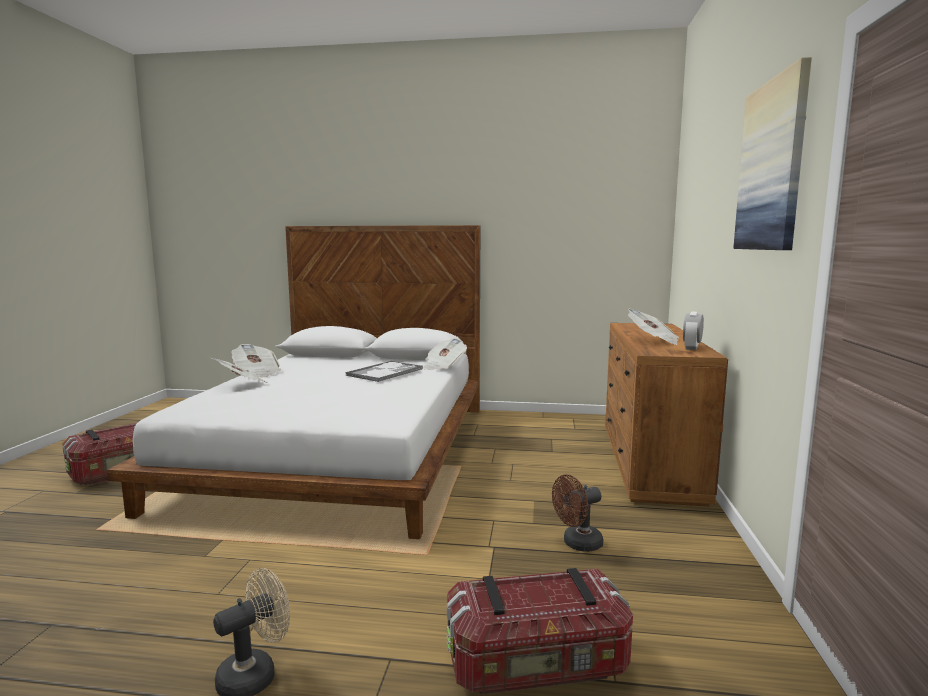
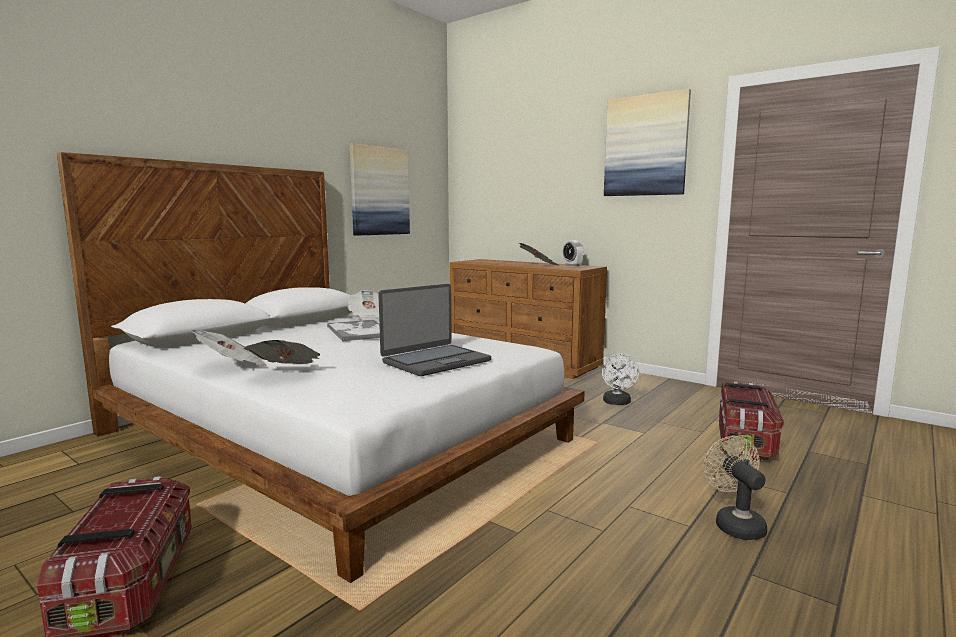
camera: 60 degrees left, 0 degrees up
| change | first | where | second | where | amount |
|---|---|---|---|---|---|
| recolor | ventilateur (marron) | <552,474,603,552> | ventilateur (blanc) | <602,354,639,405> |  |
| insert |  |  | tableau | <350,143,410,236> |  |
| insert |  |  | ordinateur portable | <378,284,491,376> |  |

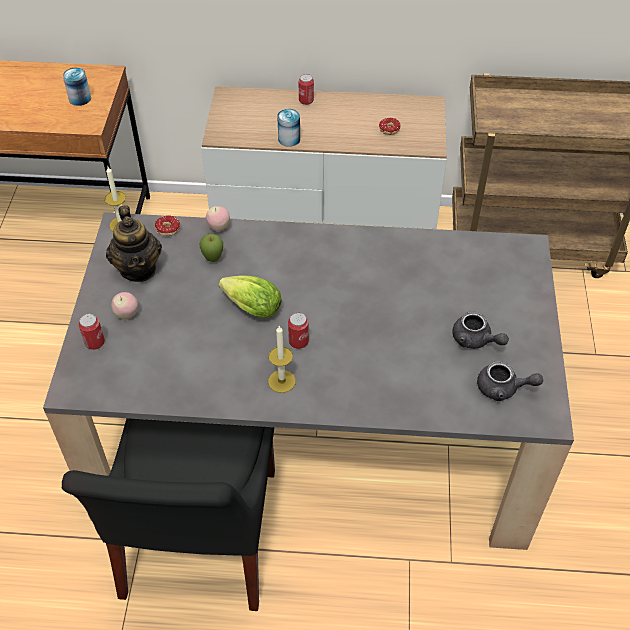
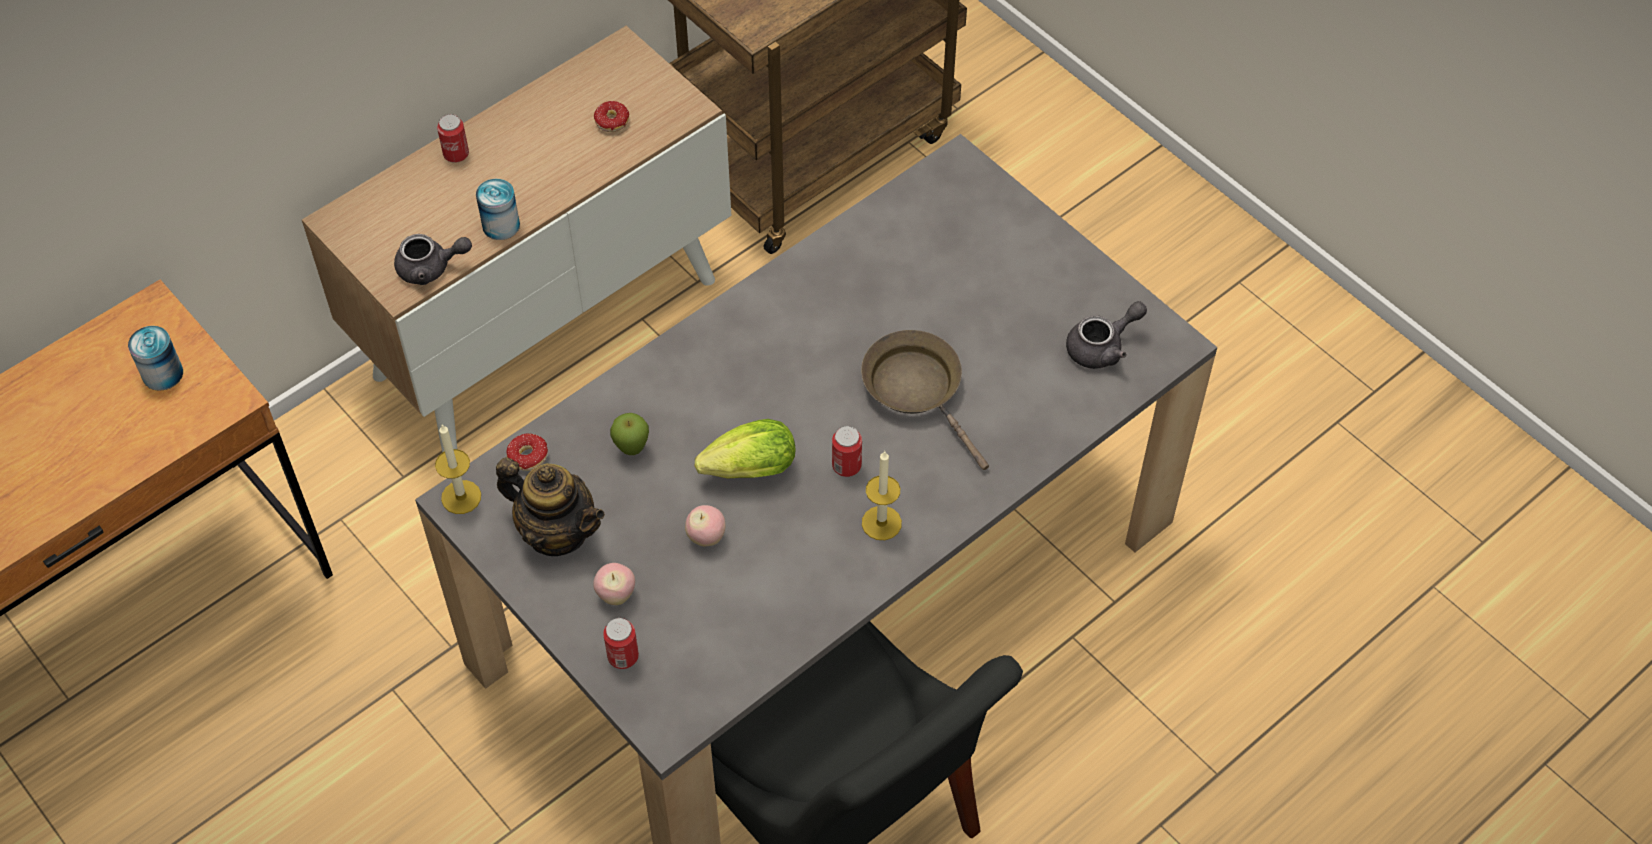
camera: 45 degrees left, 5 degrees up
| change | first | where | second | where | amount |
|---|---|---|---|---|---|
| move | pomme | <206,206,230,231> |  | <685,505,725,546> |  |
| move | théière (gris) | <452,312,509,349> |  | <394,234,472,285> |  |
| insert |  |  | poêle (marron) | <861,330,989,470> |  |

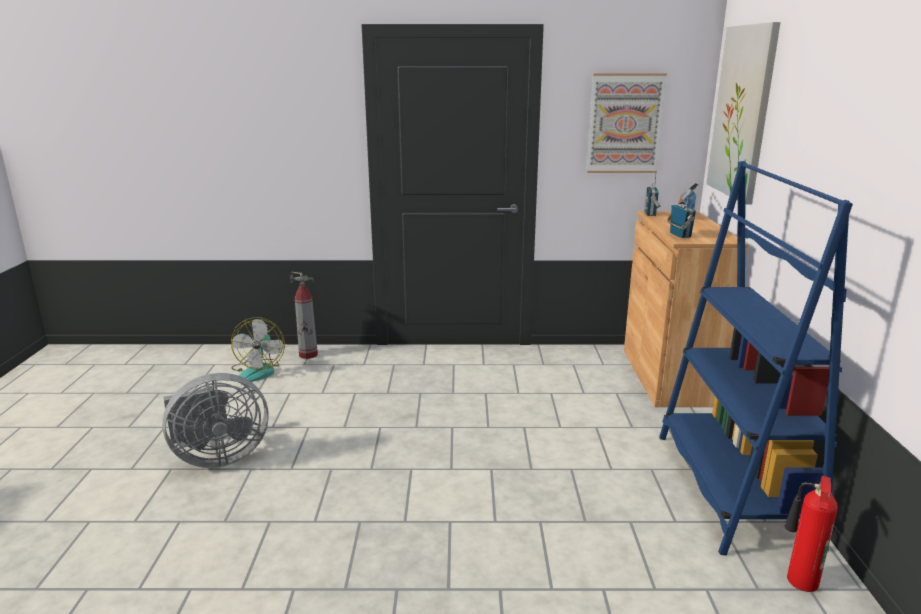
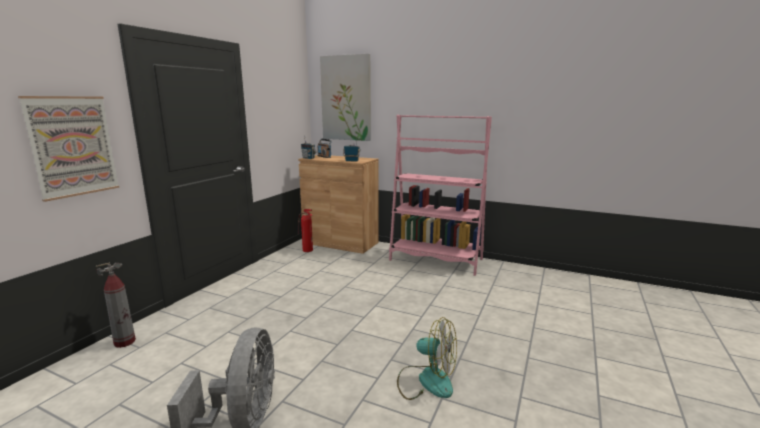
camera: 65 degrees left, 5 degrees down
| change | first | where | second | where | amount |
|---|---|---|---|---|---|
| move | tableau | <586,73,667,173> |  | <18,96,120,202> |  |
| recolor | bibliothèque (bleu) | <659,161,853,556> | bibliothèque (rose) | <389,115,492,276> |  |
| move | ventilateur | <231,317,285,382> |  | <397,317,457,400> |  |
| move | extincteur | <784,476,838,592> |  | <298,209,313,252> |  |

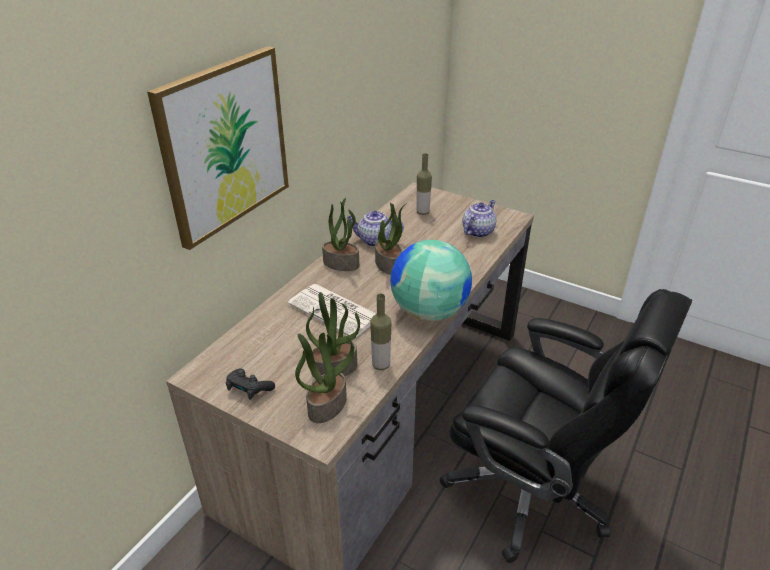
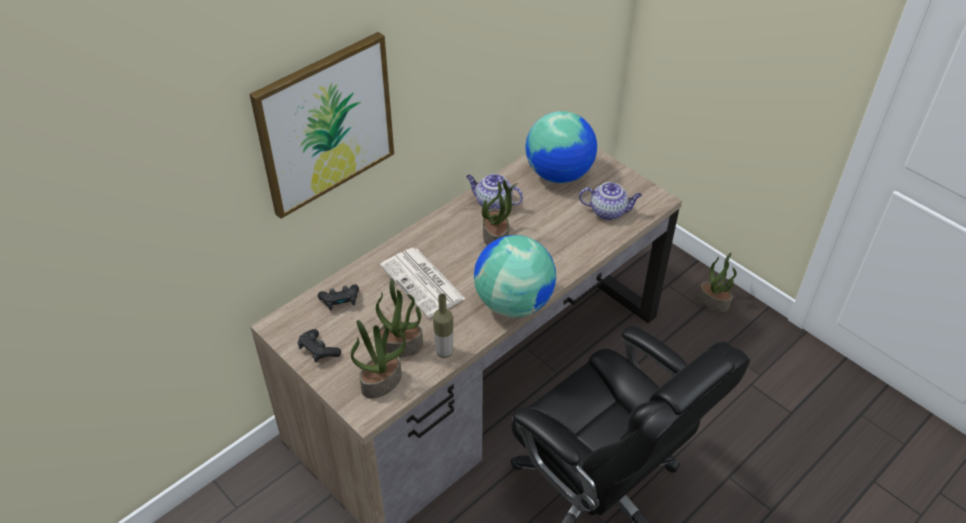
camera: 15 degrees right, 10 degrees up
| change | first | where | second | where | amount |
|---|---|---|---|---|---|
| replace | bouteille | <416,153,432,215> | globe | <525,111,597,183> |  |
| move | plante en pot | <322,197,359,271> |  | <698,253,737,312> |  |
| rotate | théière | <462,200,496,238> |  | <579,182,642,220> | 45 degrees clockwise |
| insert |  |  | manette (noir) | <318,284,359,310> |  |

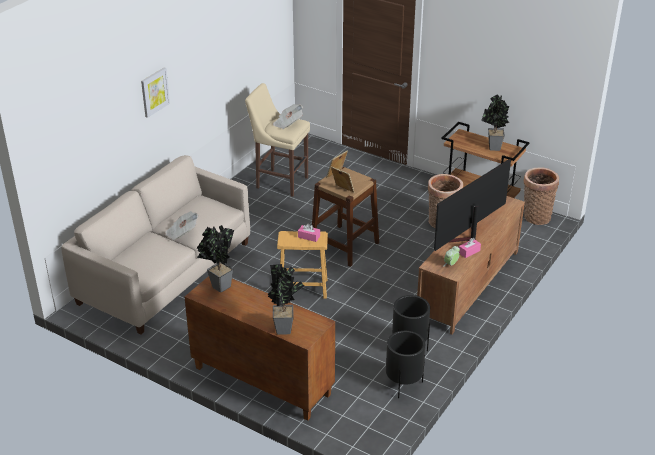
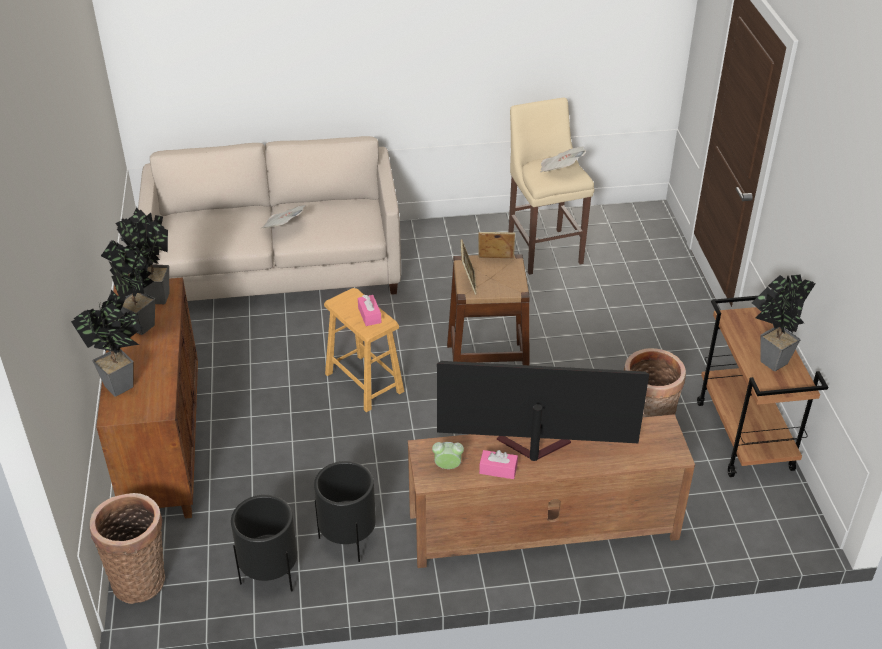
camera: 50 degrees right, 5 degrees up
| change | first | where | second | where | amount |
|---|---|---|---|---|---|
| delete | tableau | <141,67,170,118> |  |  |  |
| move | panier | <524,167,559,225> |  | <90,493,165,604> |  |
| insert |  |  | plante en pot | <101,240,155,335> |  |

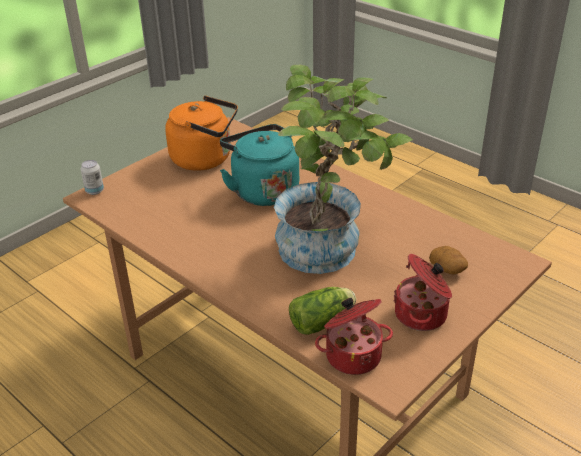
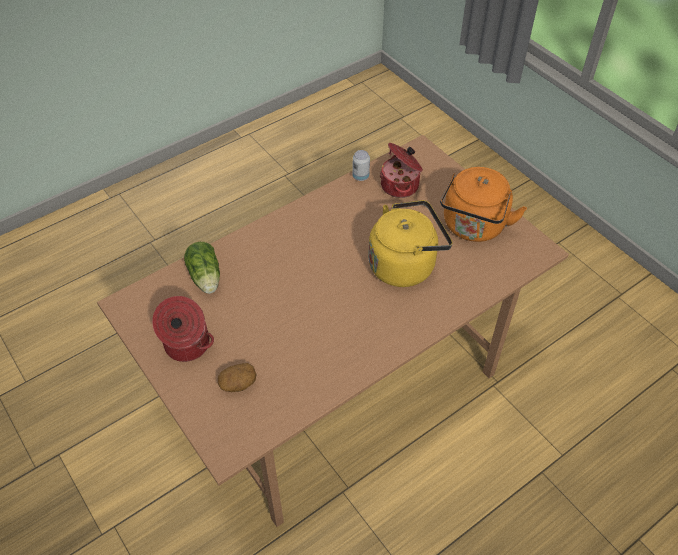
camera: 100 degrees right, 15 degrees up
| change | first | where | second | where | amount |
|---|---|---|---|---|---|
| delete | plante en pot | <274,65,413,274> |  |  |  |
| recolor | bouilloire (turquoise) | <220,124,299,206> | bouilloire (jaune) | <368,200,452,287> |  |
| move | boîte métallique | <80,160,104,195> |  | <352,150,370,181> |  |
| move | marmite | <315,298,393,375> |  | <380,143,423,198> |  |

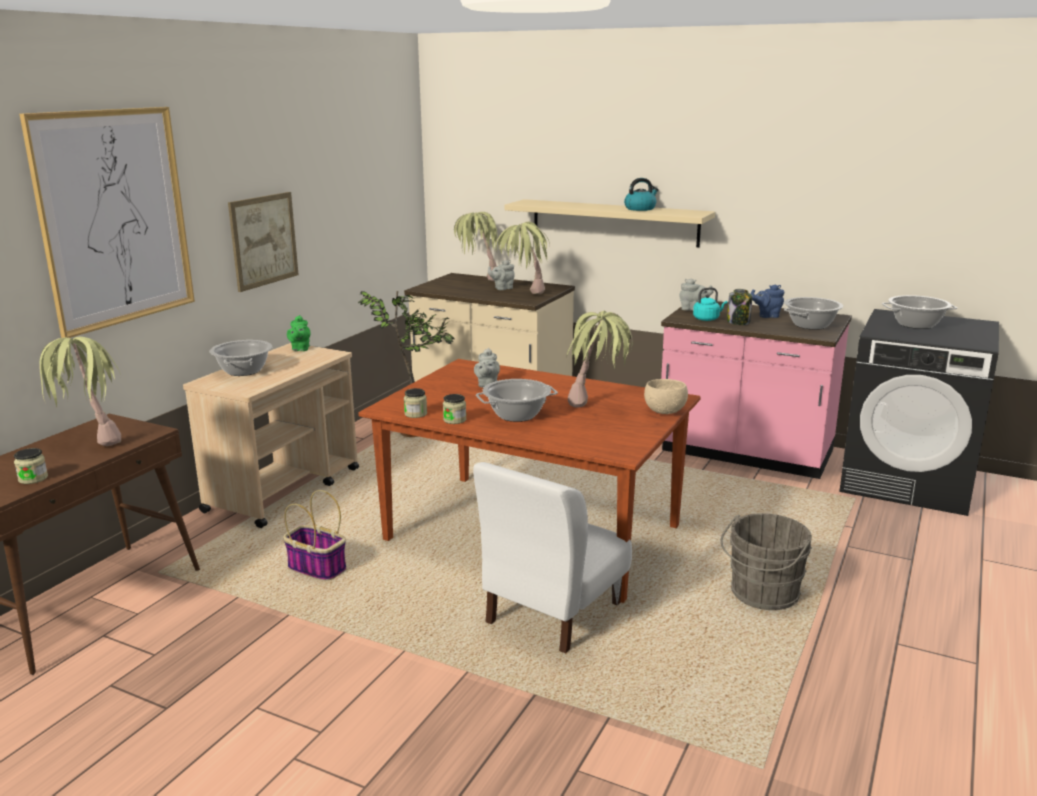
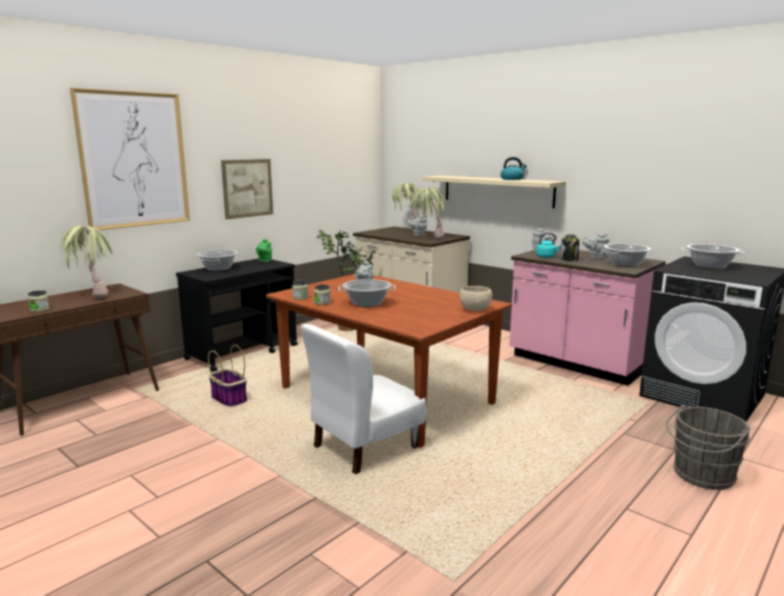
camera: 15 degrees right, 5 degrees down
| change | first | where | second | where | amount |
|---|---|---|---|---|---|
| recolor | théière (bleu) | <751,285,784,318> | théière (gris) | <582,234,609,259> |  |
| delete | plante en pot | <567,311,632,407> |  |  |  |
| recolor | chariot (beige) | <183,343,359,528> | chariot (noir) | <176,258,298,372> |  |
| move | seau (gris) | <720,513,812,610> |  | <666,405,750,490> |  |

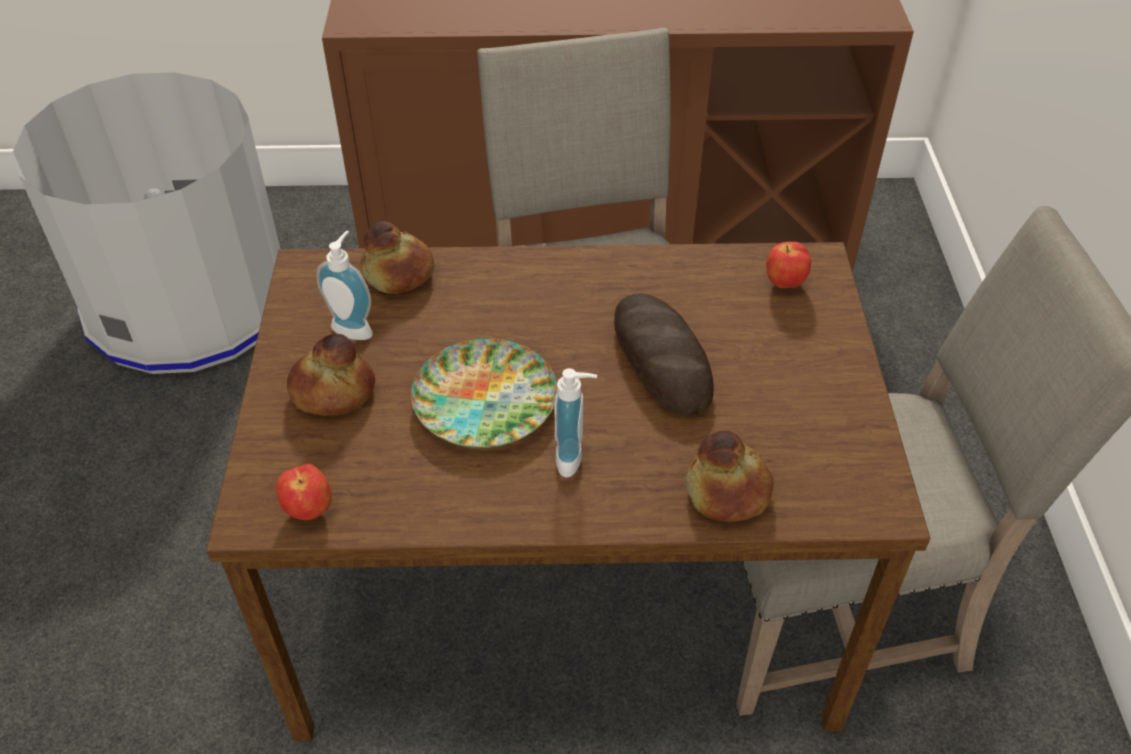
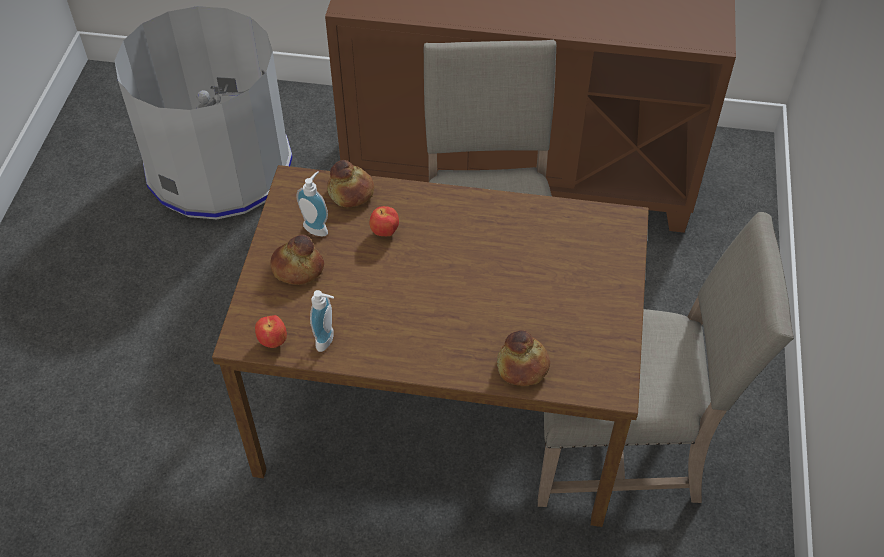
camera: 10 degrees right, 5 degrees up
| change | first | where | second | where | amount |
|---|---|---|---|---|---|
| move | pomme | <766,242,811,288> |  | <370,206,399,236> |  |
| delete | pain | <614,293,714,416> |  |  |  |
| delete | assiette | <411,339,557,448> |  |  |  |
| move | distributeur de savon | <554,368,597,478> |  | <310,290,334,352> |  |

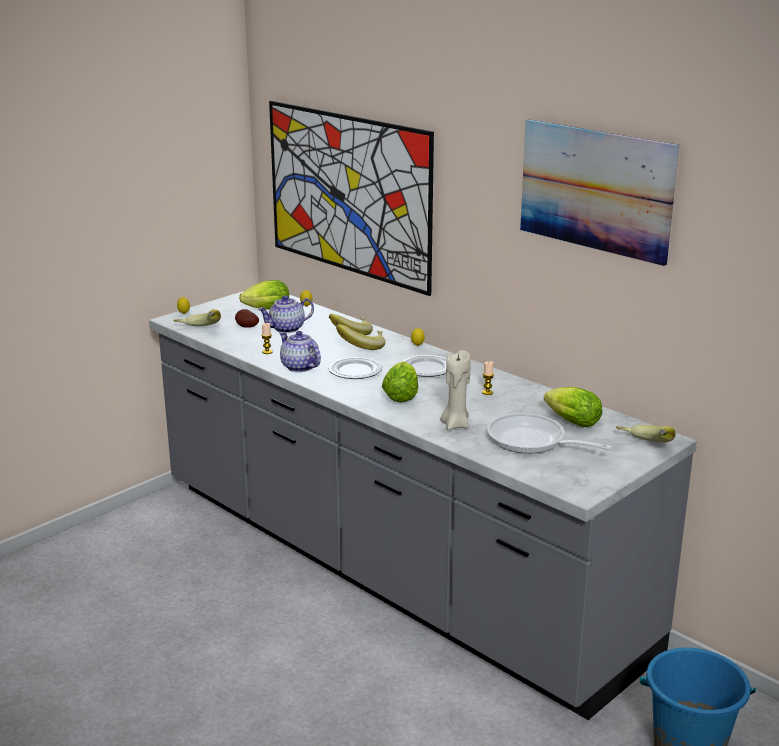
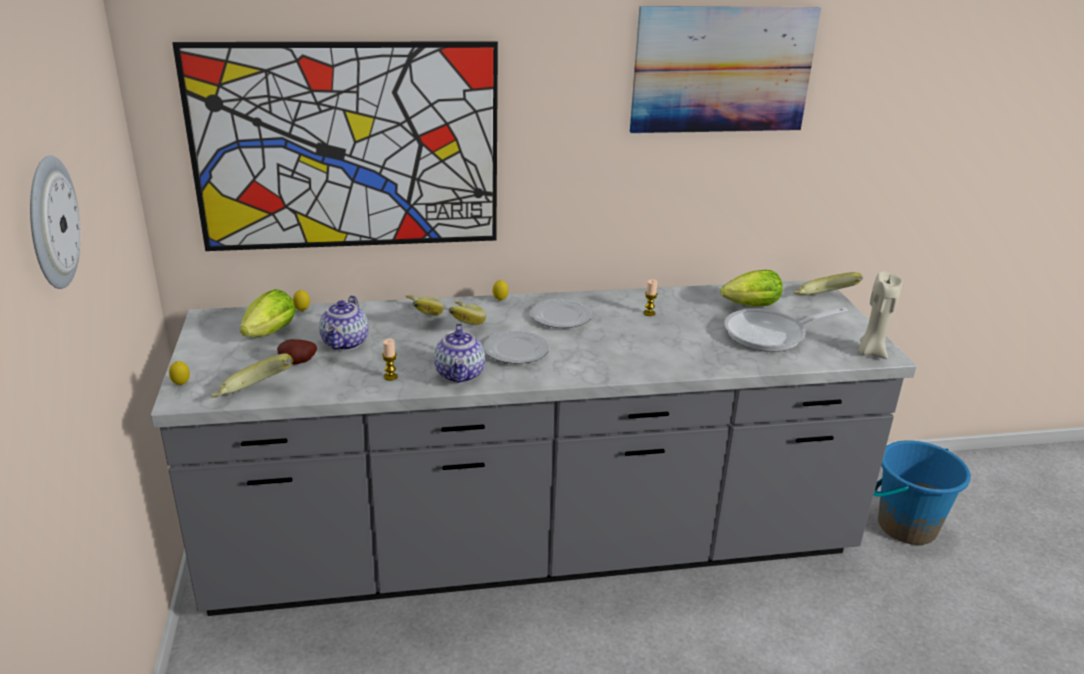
camera: 55 degrees left, 5 degrees up
| change | first | where | second | where | amount |
|---|---|---|---|---|---|
| rotate | théière | <280,331,321,372> |  | <434,323,485,383> | 90 degrees counterclockwise |
| move | bougie (beige) | <440,350,471,430> |  | <858,271,902,359> |  |
| delete | laitue | <382,361,418,403> |  |  |  |
| insert |  |  | horloge murale | <30,156,81,289> |  |

